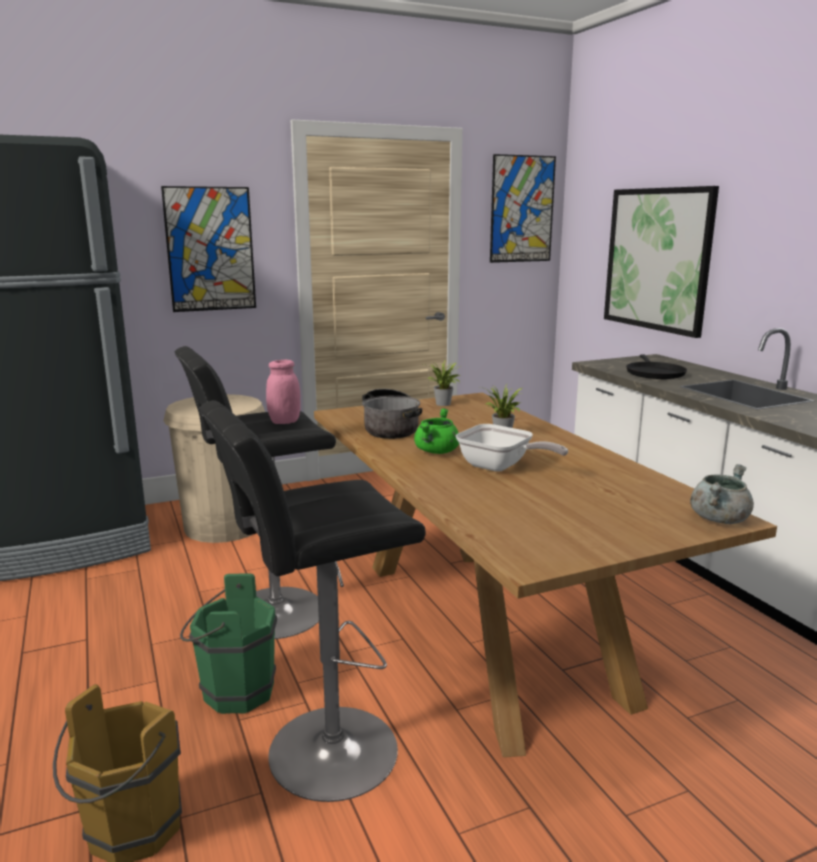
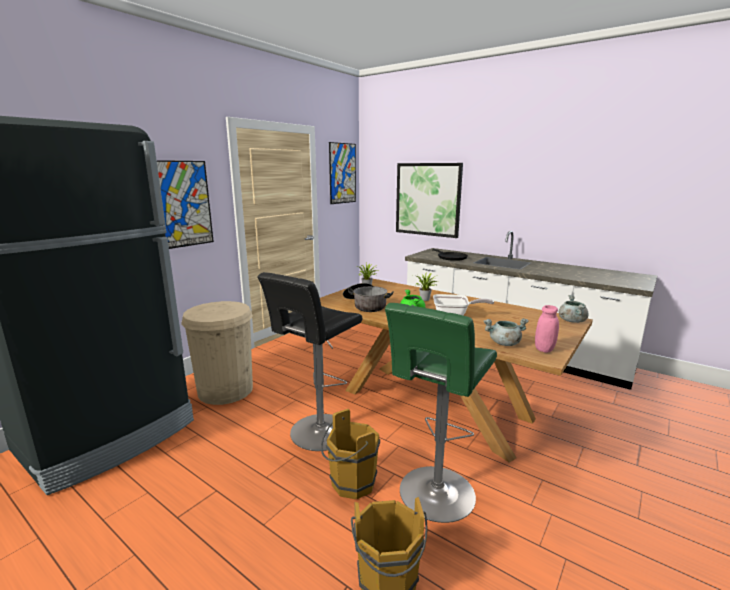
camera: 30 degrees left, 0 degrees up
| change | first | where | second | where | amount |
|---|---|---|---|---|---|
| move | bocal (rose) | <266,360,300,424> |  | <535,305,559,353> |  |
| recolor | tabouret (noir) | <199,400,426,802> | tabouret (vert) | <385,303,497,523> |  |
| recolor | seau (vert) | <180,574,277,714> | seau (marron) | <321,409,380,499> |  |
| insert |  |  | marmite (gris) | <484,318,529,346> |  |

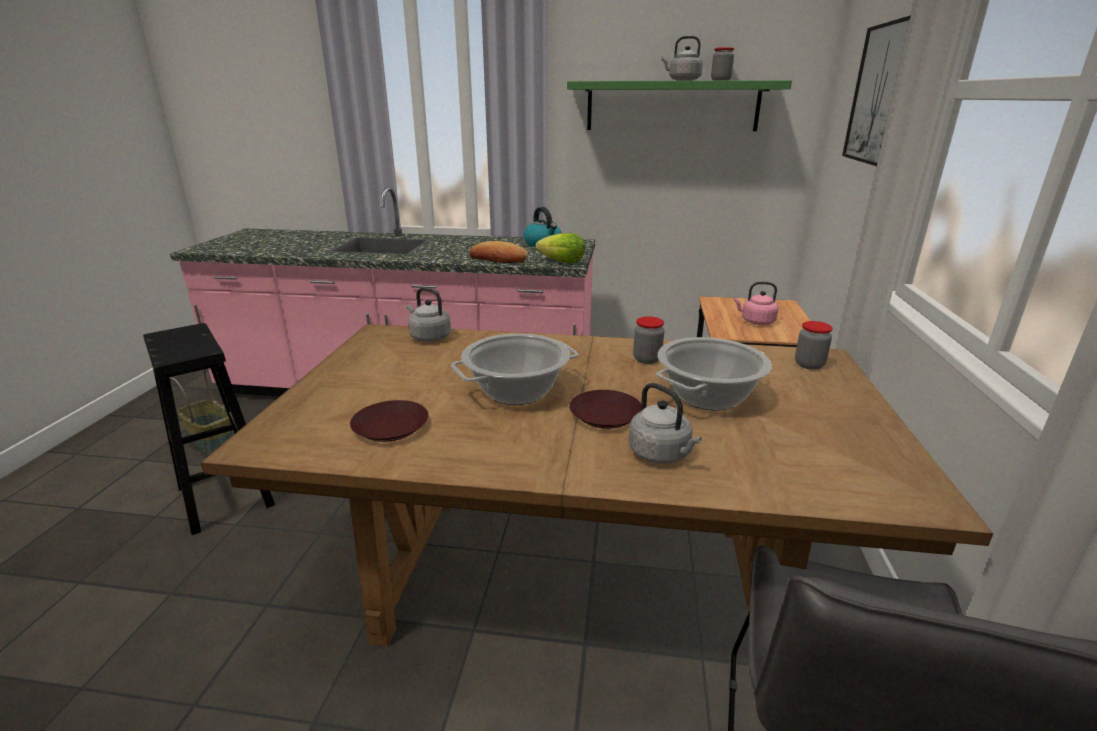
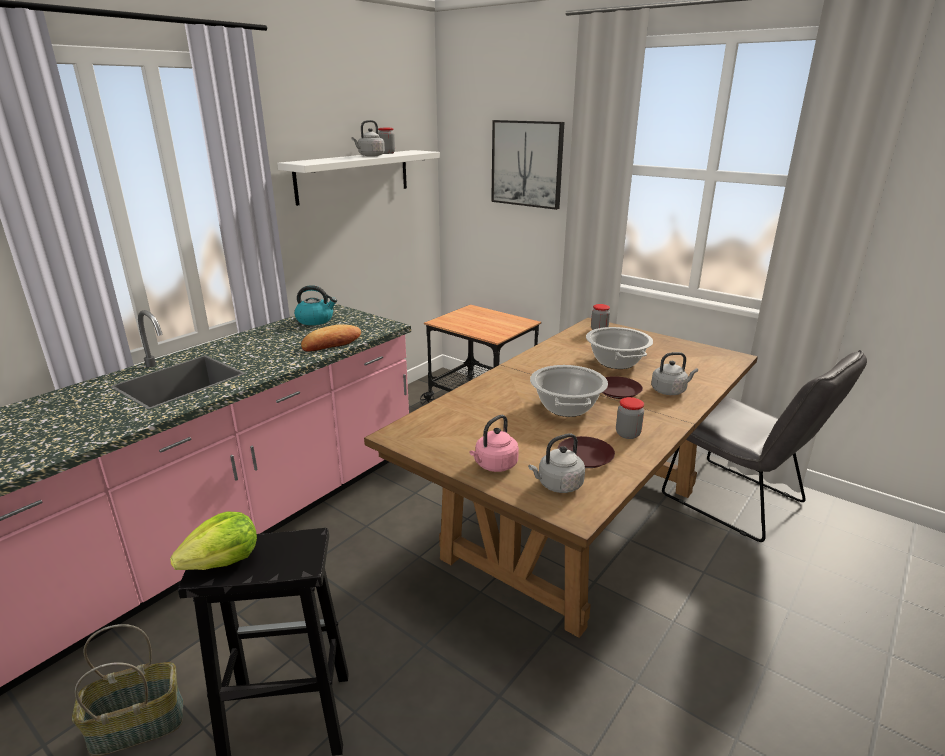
camera: 60 degrees left, 0 degrees up
| change | first | where | second | where | amount |
|---|---|---|---|---|---|
| recolor | étagère (vert) | <567,80,792,131> | étagère (blanc) | <277,150,440,206> |  |
| move | laitue | <536,233,585,264> |  | <170,512,257,570> |  |
| move | bouilloire (rose) | <734,282,779,325> |  | <470,415,519,472> |  |
| move | bouilloire (gris) | <407,287,451,342> |  | <528,434,585,493> |  |
| move | bocal | <633,316,664,364> |  | <616,397,644,439> |  |

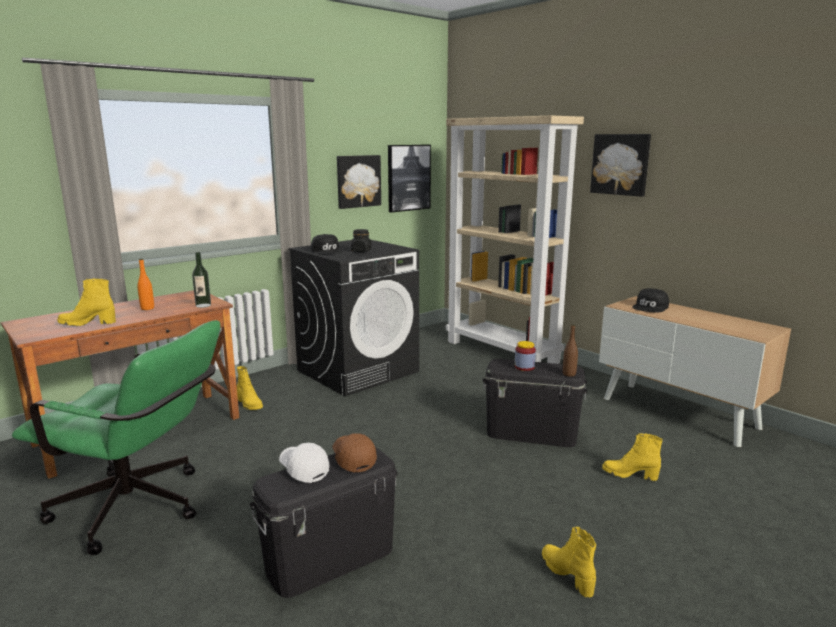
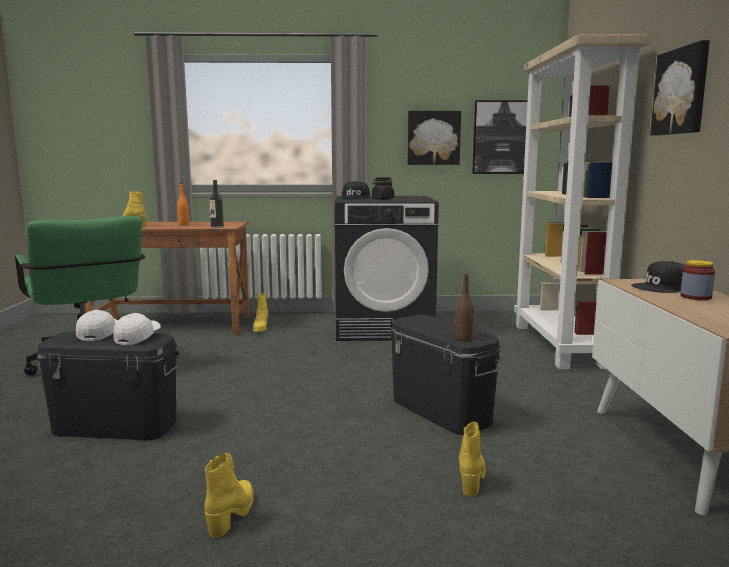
camera: 40 degrees right, 5 degrees down
| change | first | where | second | where | amount |
|---|---|---|---|---|---|
| move | bocal | <515,341,536,371> |  | <680,260,715,300> |  |
| recolor | casquette (marron) | <333,433,377,473> | casquette (blanc) | <113,313,161,345> |  |
| rotate | botte (jaune) | <602,433,663,481> |  | <459,421,486,497> | 45 degrees clockwise |

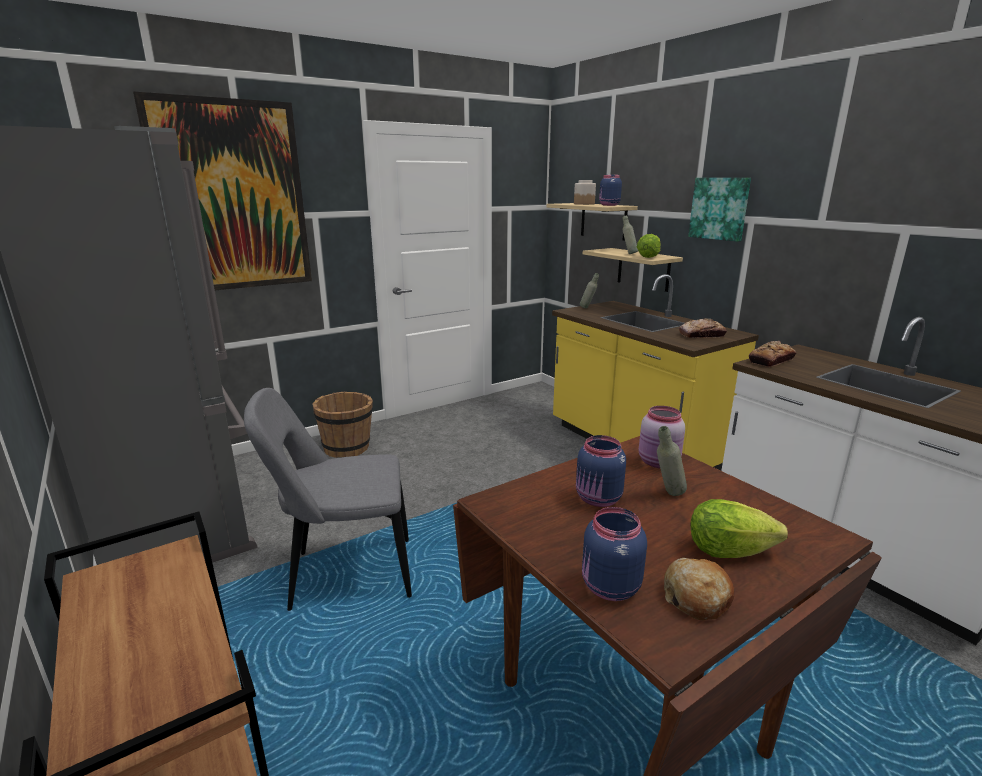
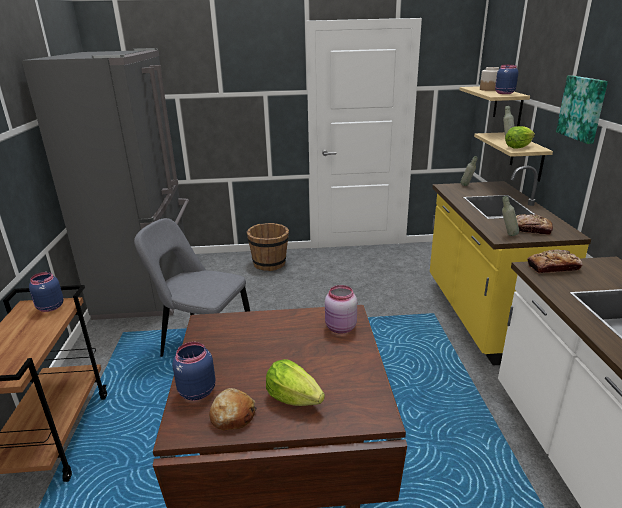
camera: 30 degrees right, 5 degrees up
| change | first | where | second | where | amount |
|---|---|---|---|---|---|
| delete | tableau | <133,91,312,290> |  |  |  |
| move | bouteille (gris) | <657,426,687,496> |  | <502,196,519,236> |  |
| move | bocal (bleu) | <576,435,626,507> |  | <29,272,64,312> |  |

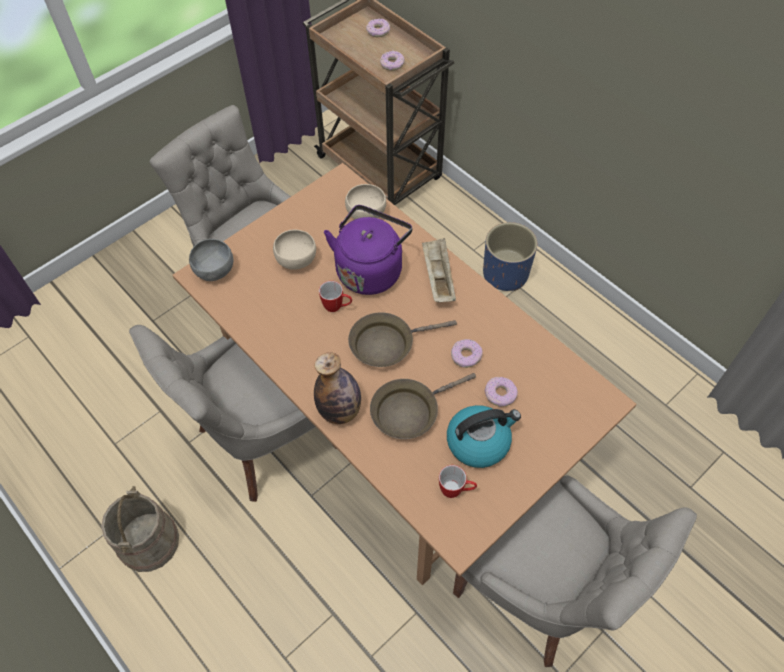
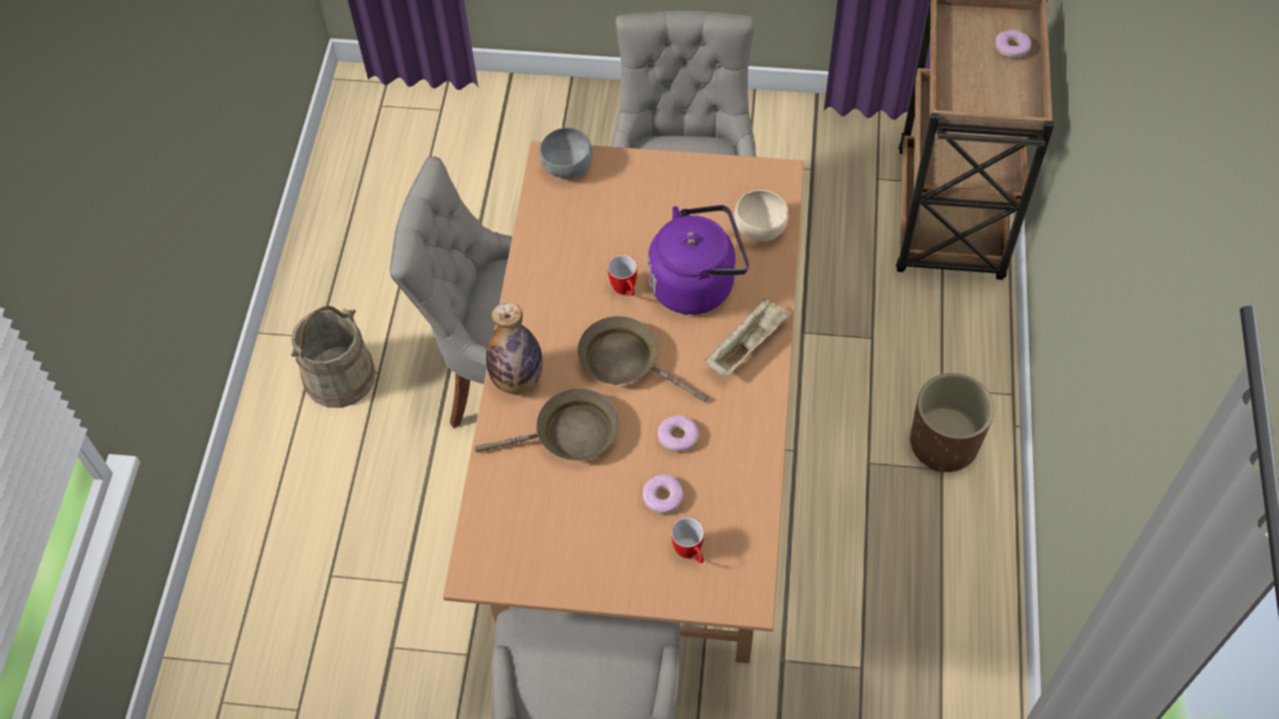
camera: 50 degrees right, 0 degrees up
| change | first | where | second | where | amount |
|---|---|---|---|---|---|
| delete | beignet | <380,51,405,71> |  |  |  |
| recolor | cache-pot (bleu) | <483,222,537,291> | cache-pot (marron) | <910,373,995,472> |  |
| delete | bol (beige) | <273,230,316,270> |  |  |  |
| rotate | poêle (marron) | <370,373,476,439> |  | <475,388,620,460> | 150 degrees clockwise |
| delete | bouilloire | <447,405,521,468> |  |  |  |
| move | mug | <439,465,477,498> |  | <671,517,704,563> |  |

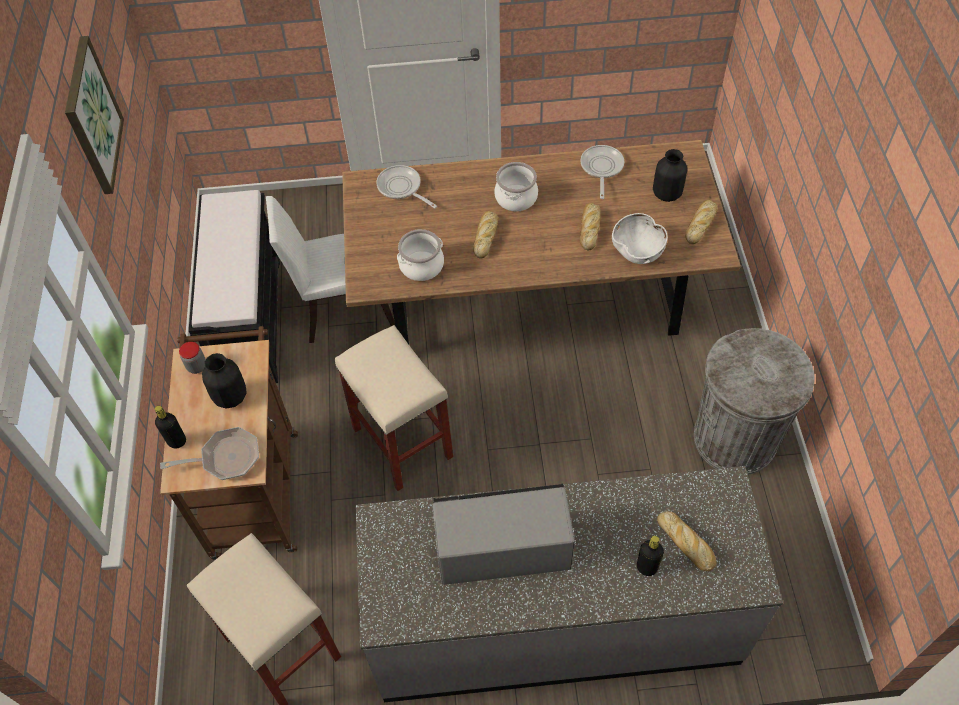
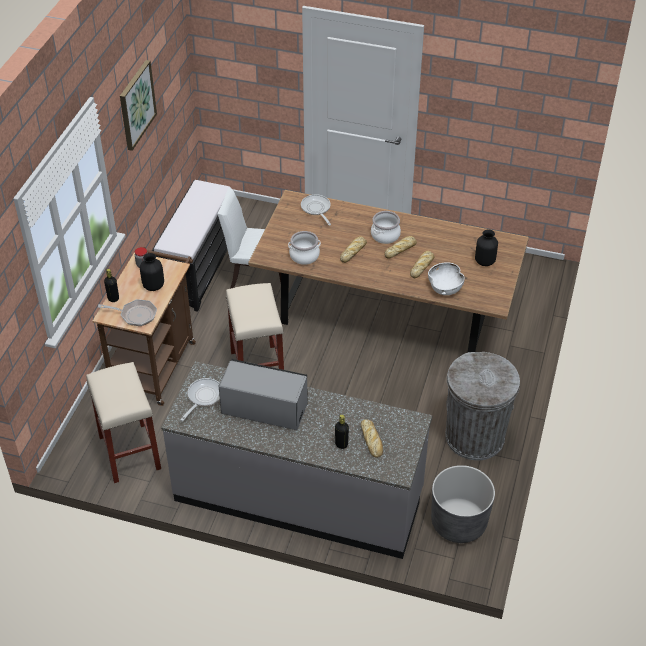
camera: 20 degrees right, 10 degrees down
| change | first | where | second | where | amount |
|---|---|---|---|---|---|
| move | poêle | <580,145,624,199> |  | <181,378,220,421> |  |
| move | pain | <685,200,718,244> |  | <384,236,417,259> |  |
| insert |  |  | cache-pot (gris) | <431,465,495,543> |  |

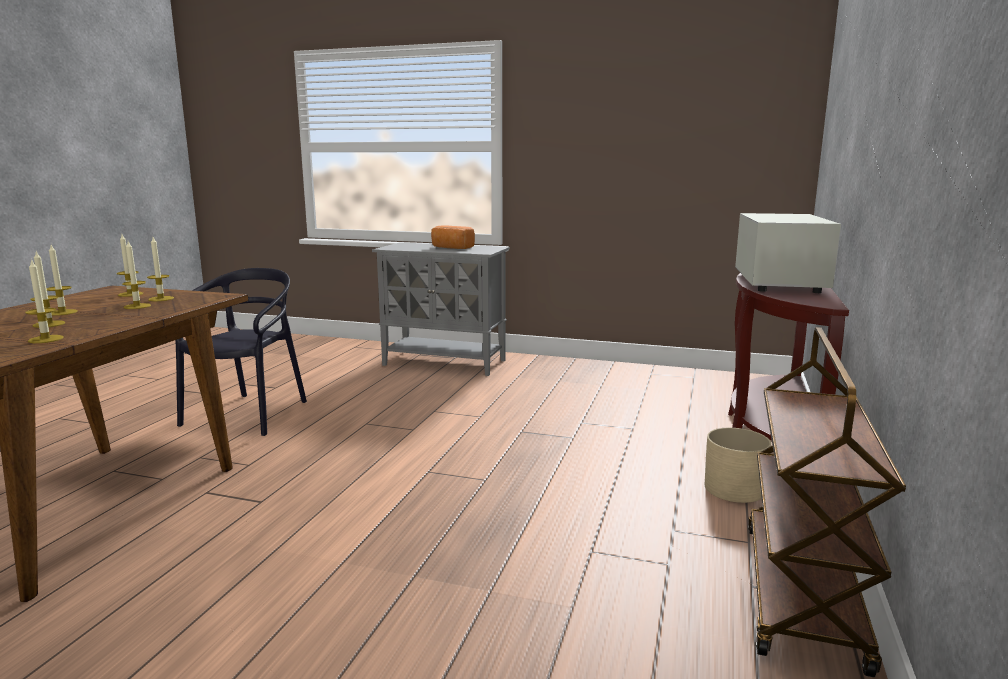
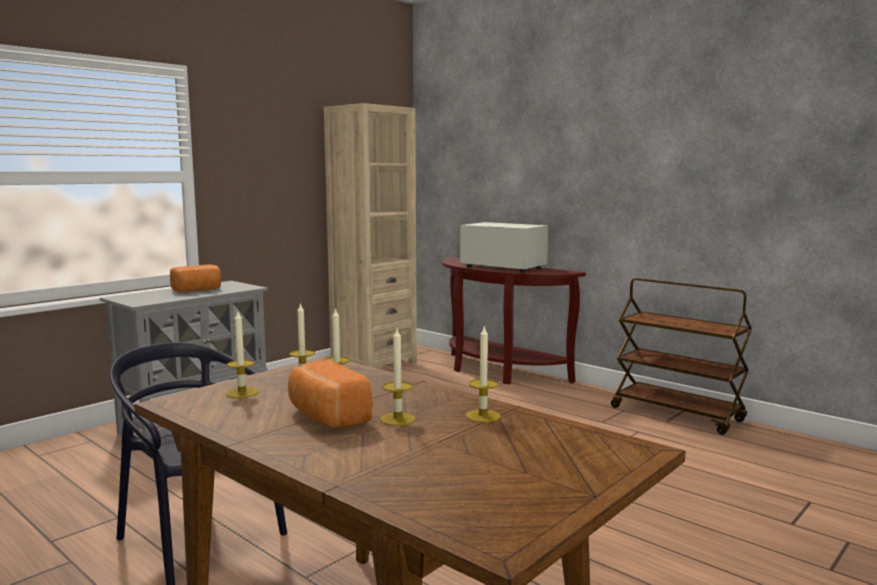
camera: 65 degrees left, 5 degrees down
| change | first | where | second | where | amount |
|---|---|---|---|---|---|
| replace | bougie | <46,245,78,316> | pain | <288,360,373,428> |  |
| delete | cache-pot (beige) | <705,428,771,503> |  |  |  |
| insert |  |  | bibliothèque (beige) | <324,103,417,368> |  |

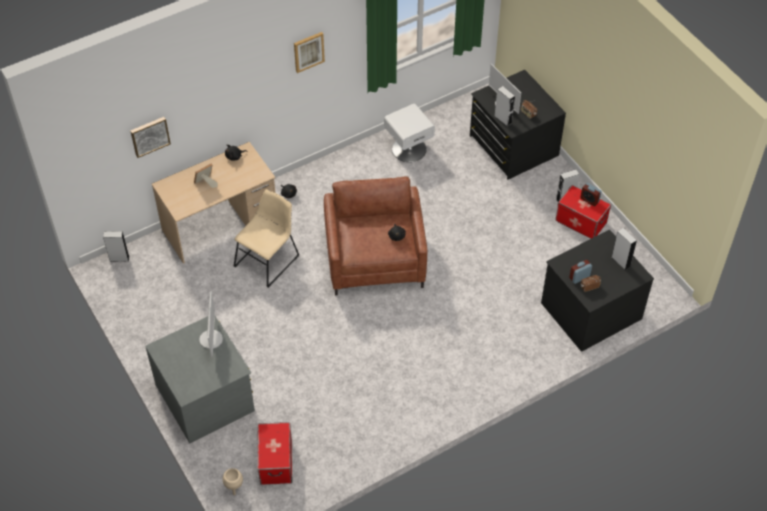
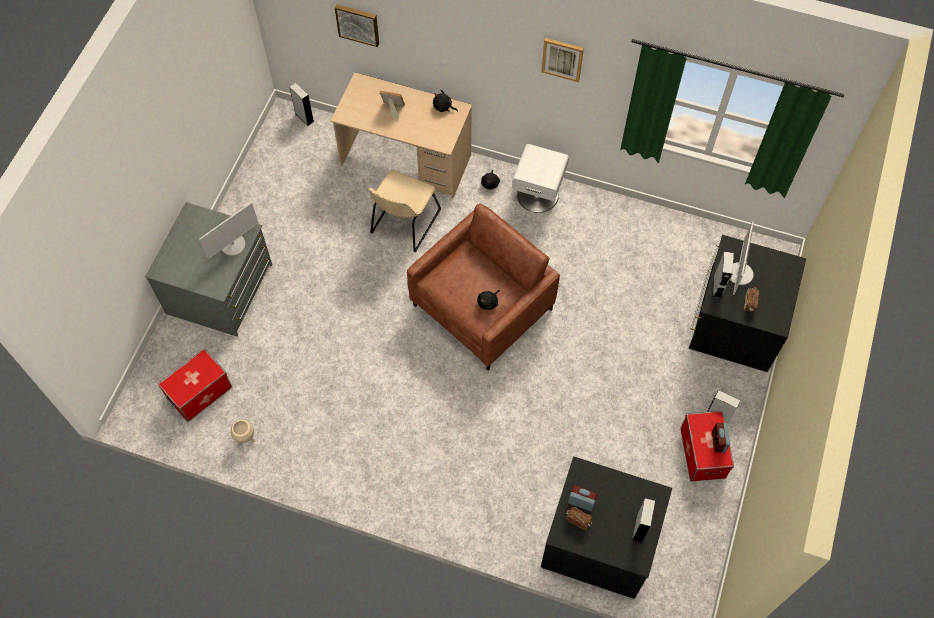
camera: 50 degrees right, 10 degrees up
| change | first | where | second | where | amount |
|---|---|---|---|---|---|
| move | table de chevet (blanc) | <384,103,435,162> |  | <512,144,569,213> |  |
| rotate | chaise (beige) | <233,189,299,288> |  | <368,170,441,252> | 120 degrees clockwise |
| move | cache-pot (beige) | <223,468,243,495> |  | <231,420,255,445> |  |

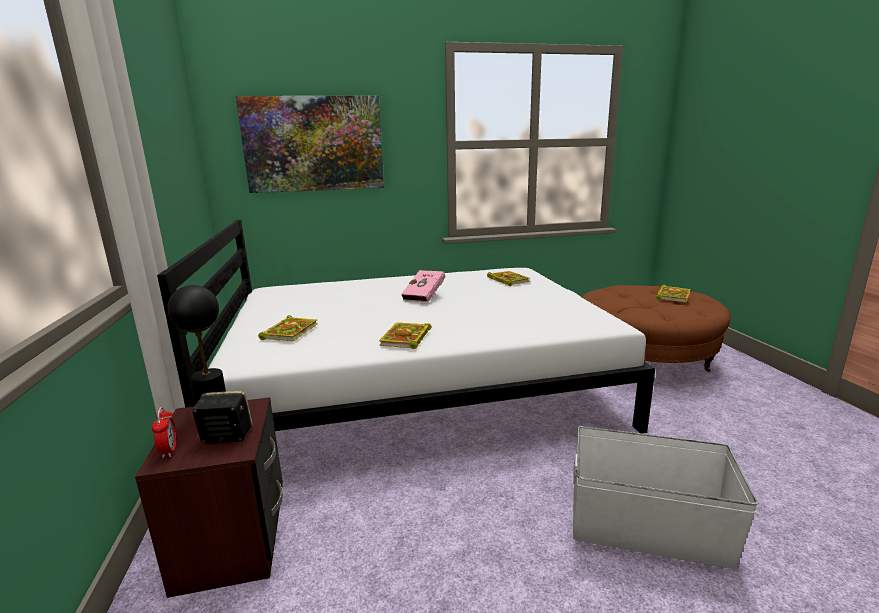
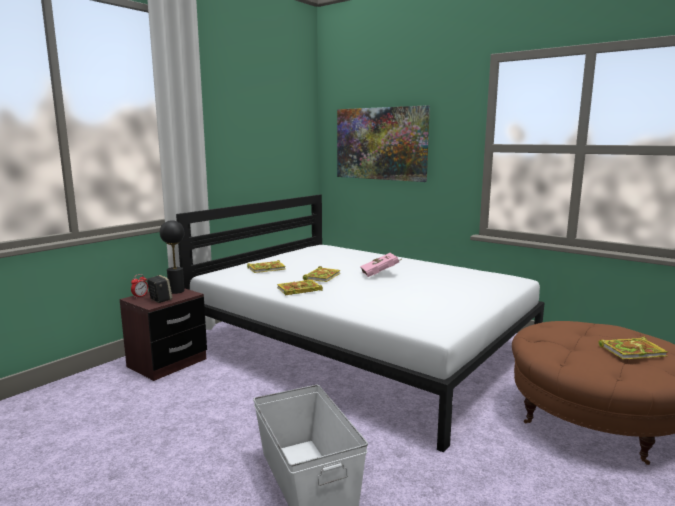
camera: 50 degrees right, 5 degrees down
| change | first | where | second | where | amount |
|---|---|---|---|---|---|
| move | livre | <487,271,530,286> |  | <303,266,340,282> |  |

